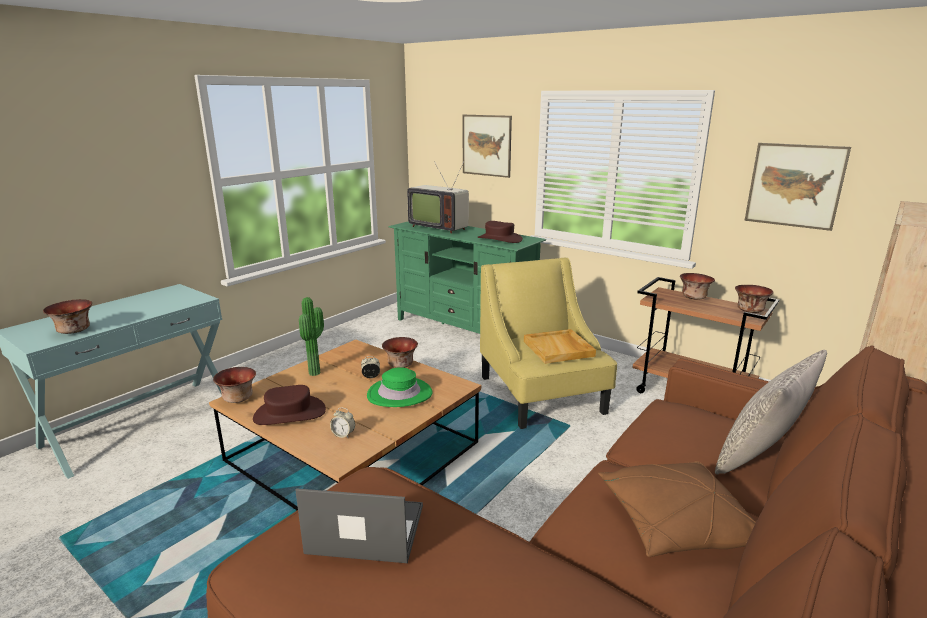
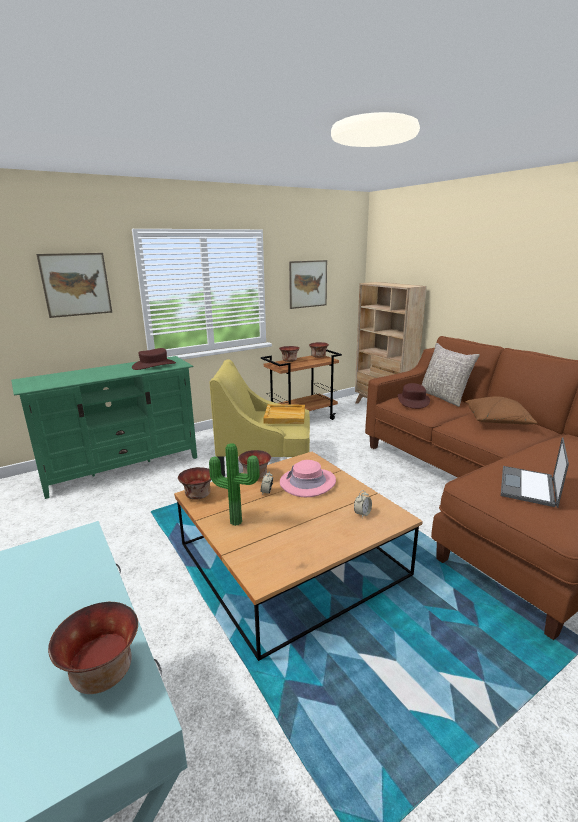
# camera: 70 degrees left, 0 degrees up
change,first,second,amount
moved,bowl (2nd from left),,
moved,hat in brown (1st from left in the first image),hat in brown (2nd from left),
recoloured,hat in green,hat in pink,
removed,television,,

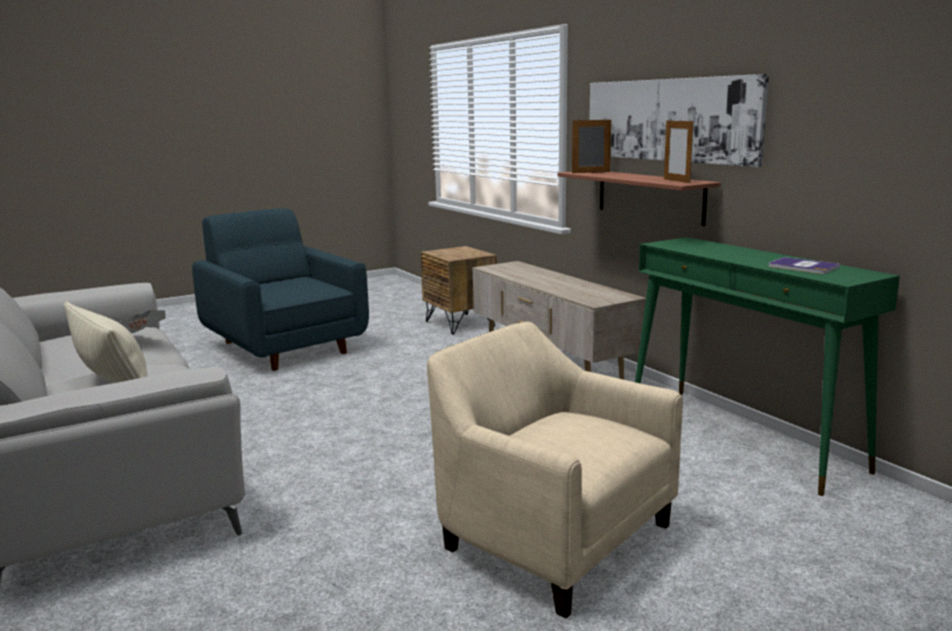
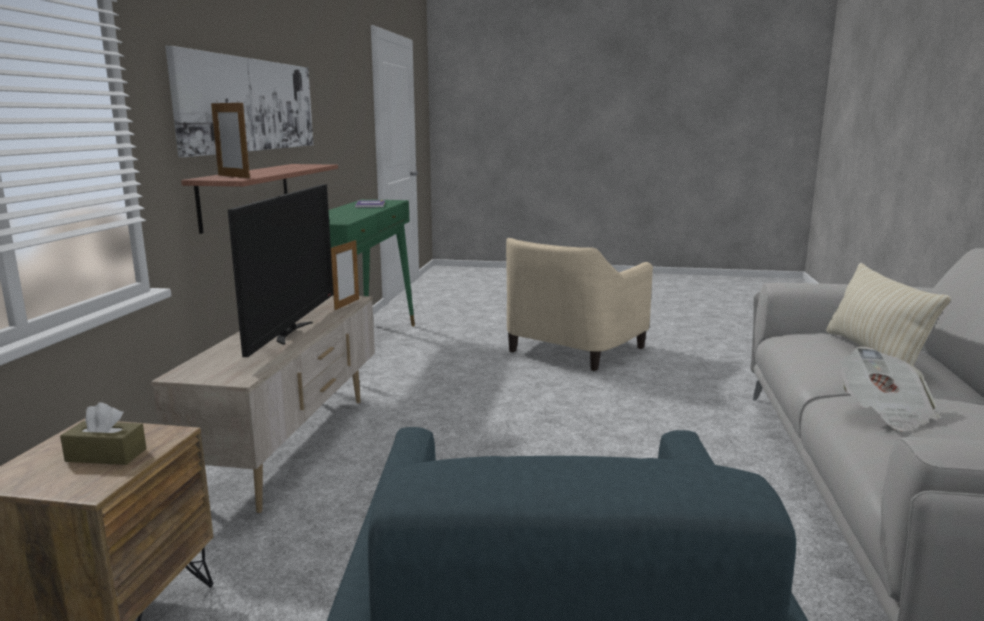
# camera: 140 degrees left, 0 degrees up
change,first,second,amount
turned,armchair in beige,,45 degrees clockwise
moved,picture frame (2nd from left),,
added,,tissue box in brown,
added,,television,

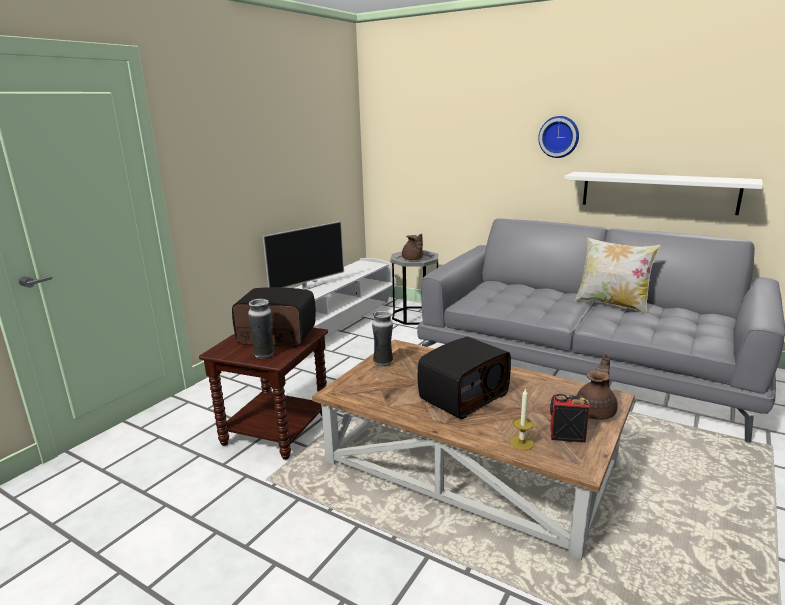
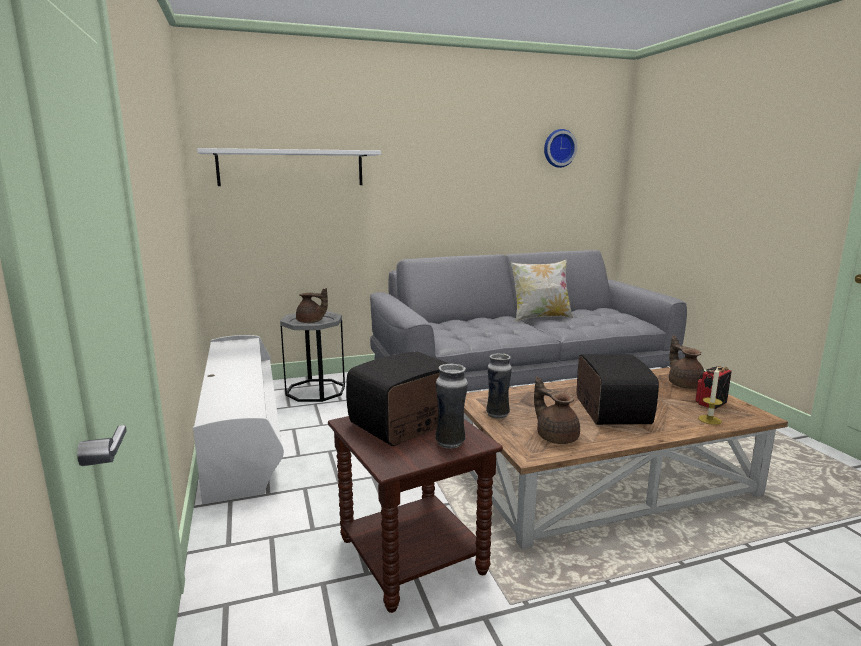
# camera: 50 degrees left, 5 degrees down
change,first,second,amount
removed,television,,
moved,wall clock,,
moved,shelf in white,,
added,,teapot in brown (2nd from left),

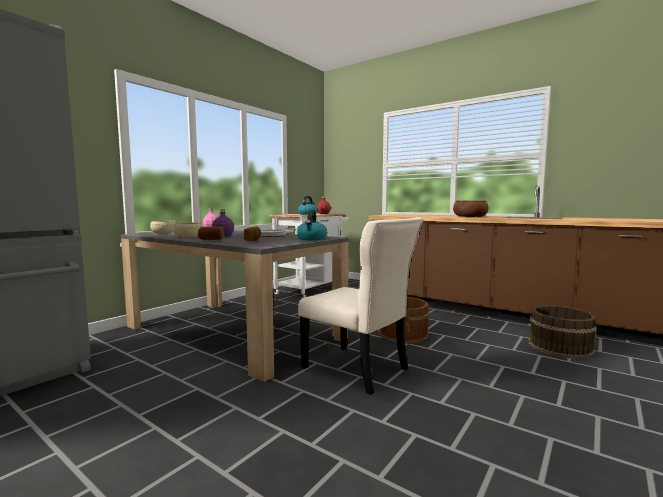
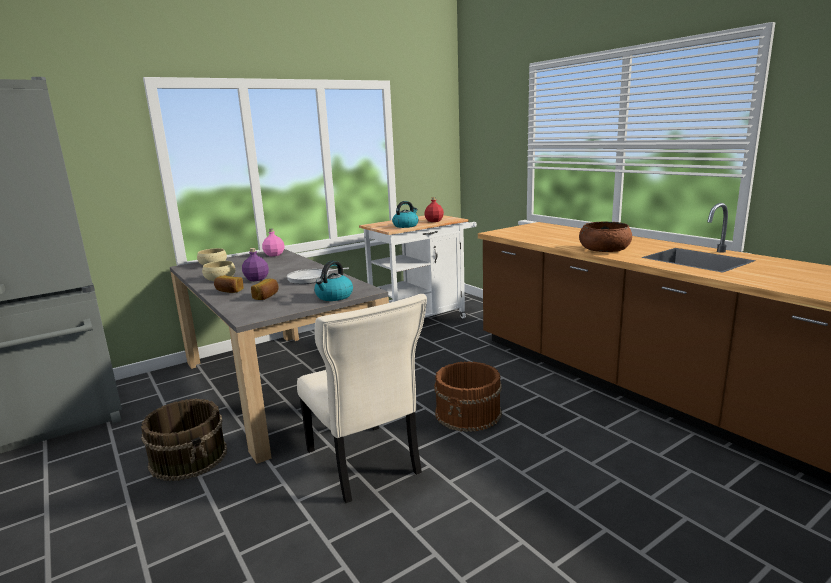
# camera: 20 degrees right, 10 degrees up
change,first,second,amount
moved,bucket in brown (2nd from left in the first image),bucket in brown (1st from left),

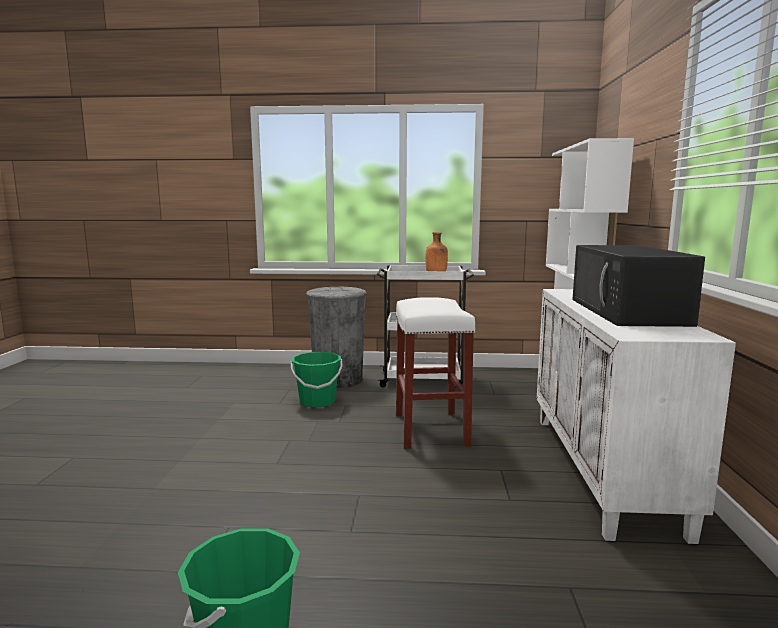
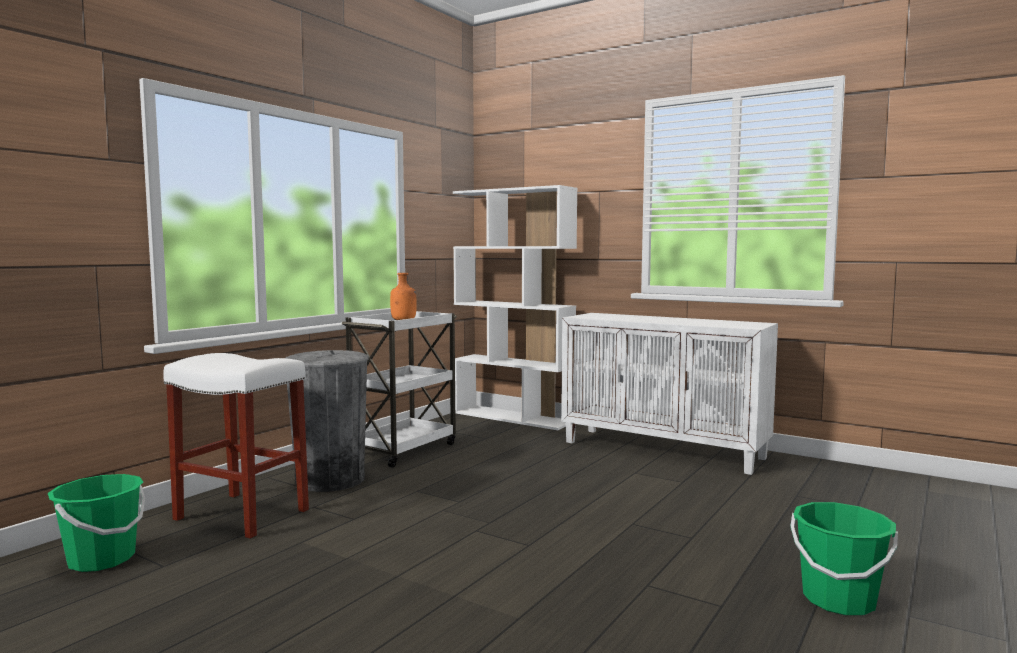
# camera: 60 degrees left, 5 degrees down
change,first,second,amount
moved,bucket in green (2nd from left in the first image),bucket in green (1st from left),
moved,stool in white,,
removed,microwave in black,,

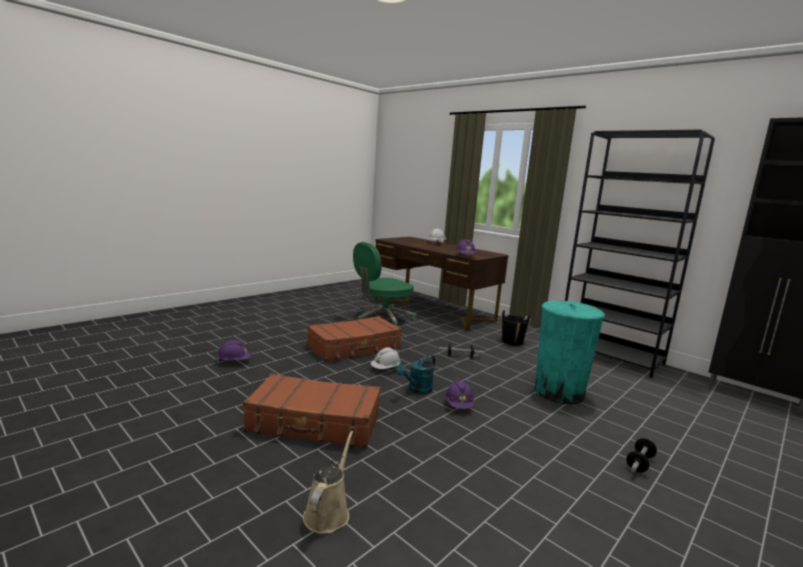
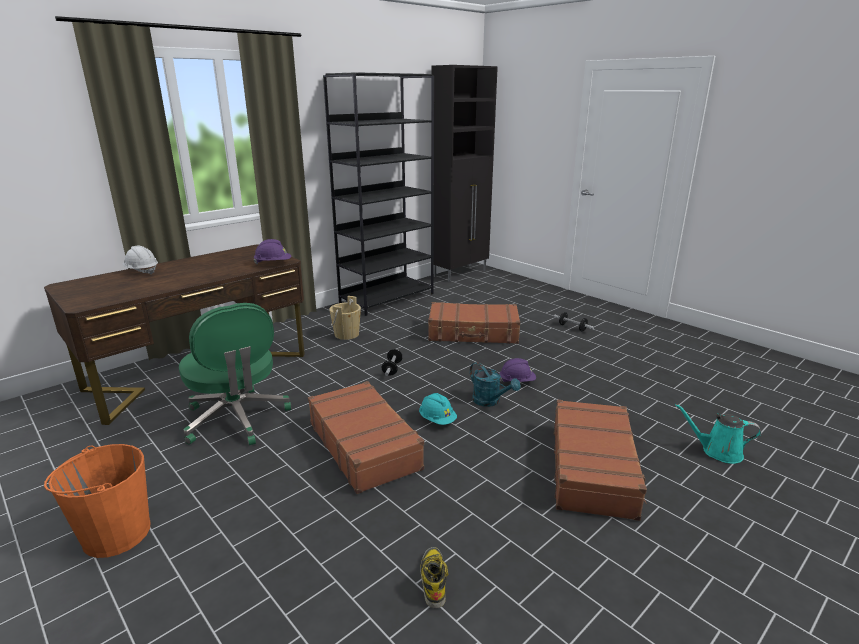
# camera: 85 degrees left, 10 degrees up
change,first,second,amount
replaced,hard hat in purple (1st from left),boot,
recoloured,watering can in beige,watering can in turquoise (2nd from left),
recoloured,hard hat in white (1st from left),hard hat in turquoise,
recoloured,bucket in black,bucket in beige,
replaced,trash can in turquoise,suitcase in brown (2nd from left),
added,,bucket in orange,

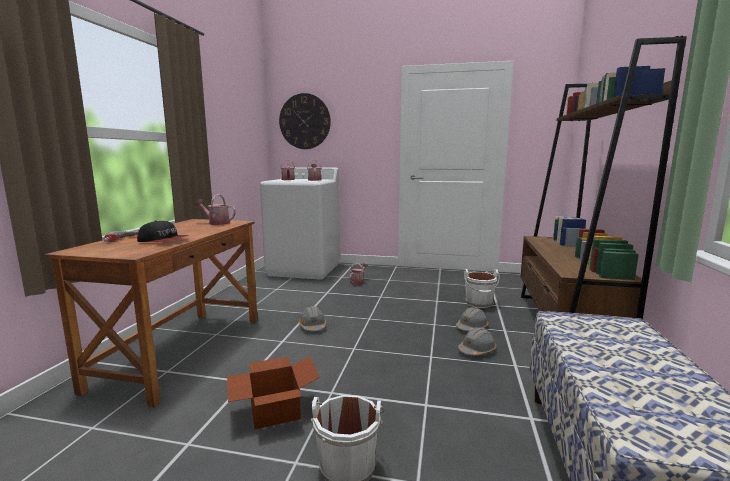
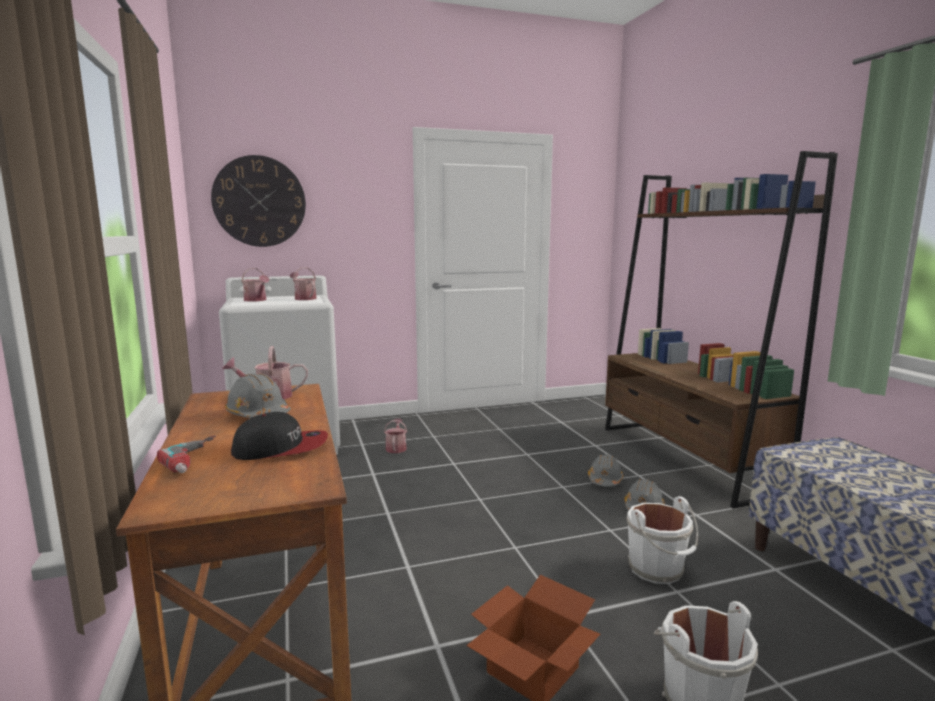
# camera: 30 degrees left, 0 degrees up
change,first,second,amount
moved,hard hat in grey (1st from left),,
moved,bucket in white (2nd from left in the first image),bucket in white (1st from left),

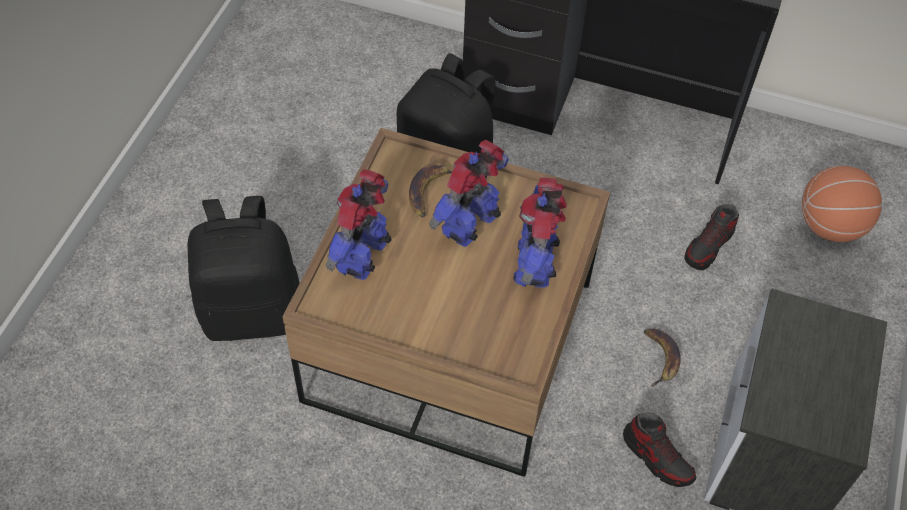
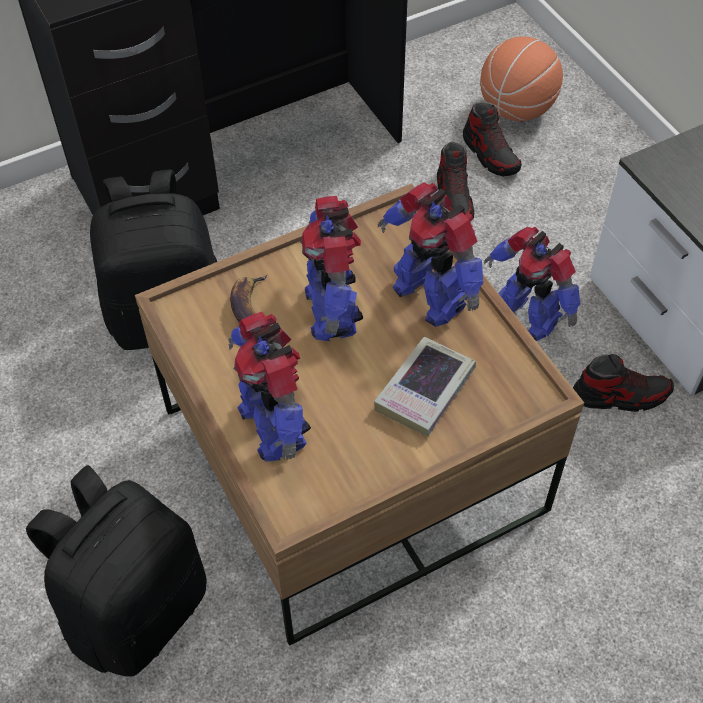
# camera: 45 degrees left, 0 degrees up
change,first,second,amount
replaced,banana (2nd from left),toy robot (4th from left),
added,,book,
added,,shoe (2nd from left),

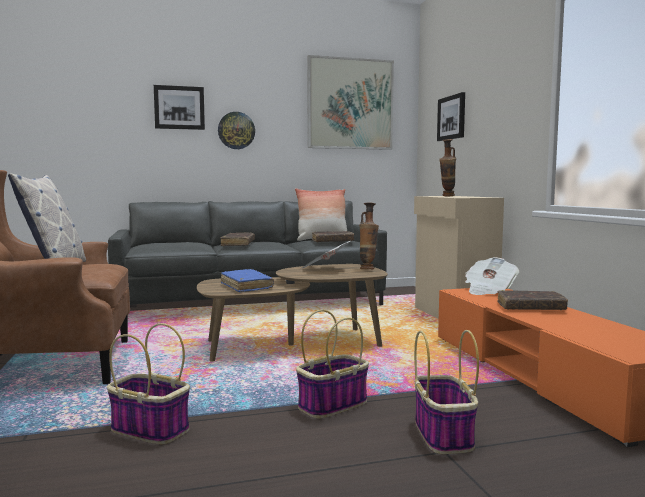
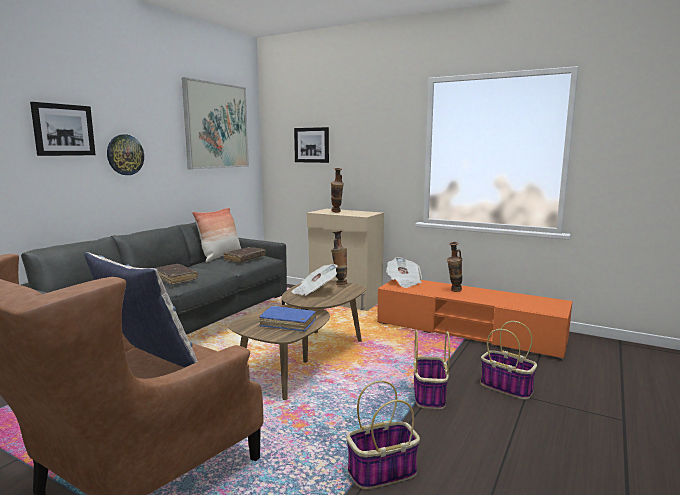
# camera: 45 degrees left, 5 degrees up
change,first,second,amount
replaced,book in brown (3rd from left),vase (3rd from left),

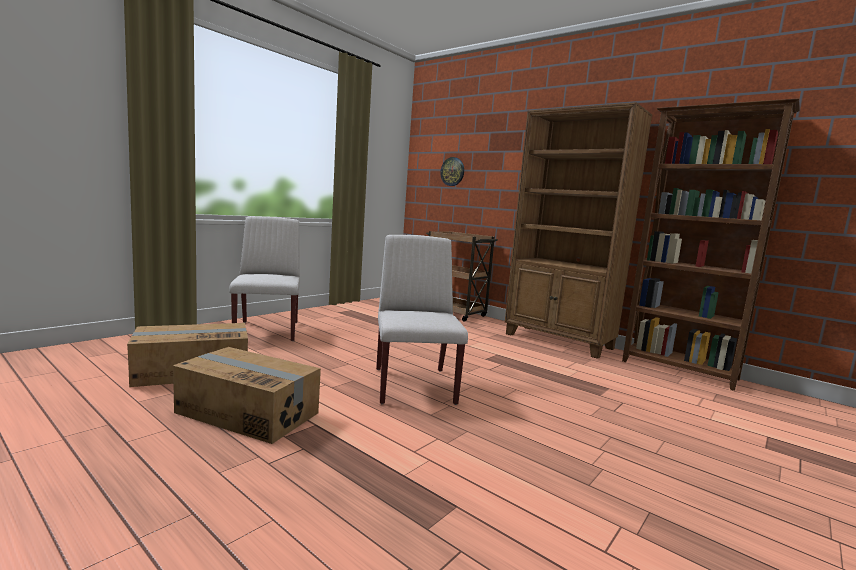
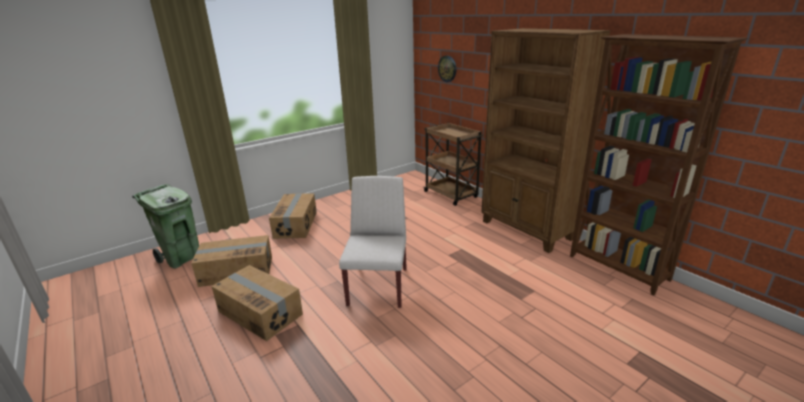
# camera: 15 degrees right, 15 degrees up
change,first,second,amount
replaced,chair in white (1st from left),cardboard box (3rd from left),
added,,trash can in green,

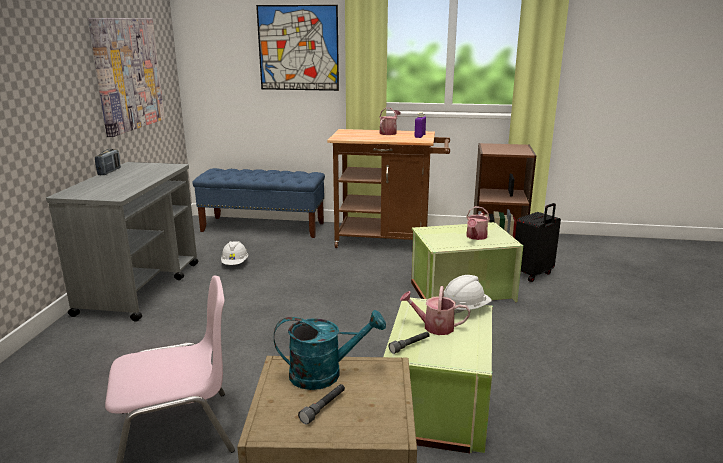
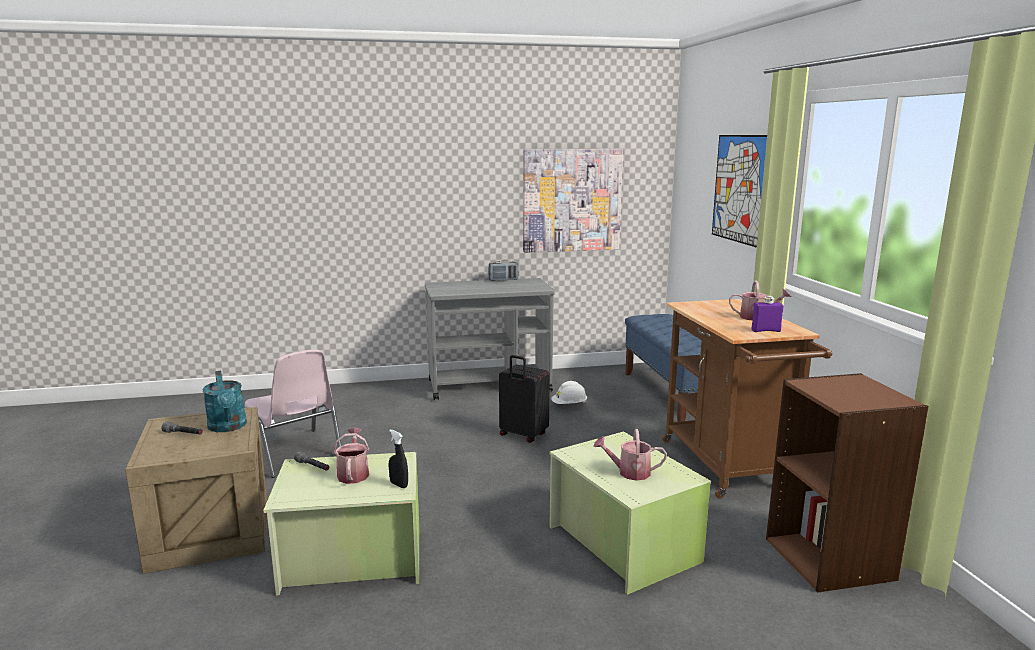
# camera: 70 degrees right, 5 degrees down
change,first,second,amount
replaced,hard hat in white (2nd from left),spray bottle in black,
moved,suitcase in black,,

